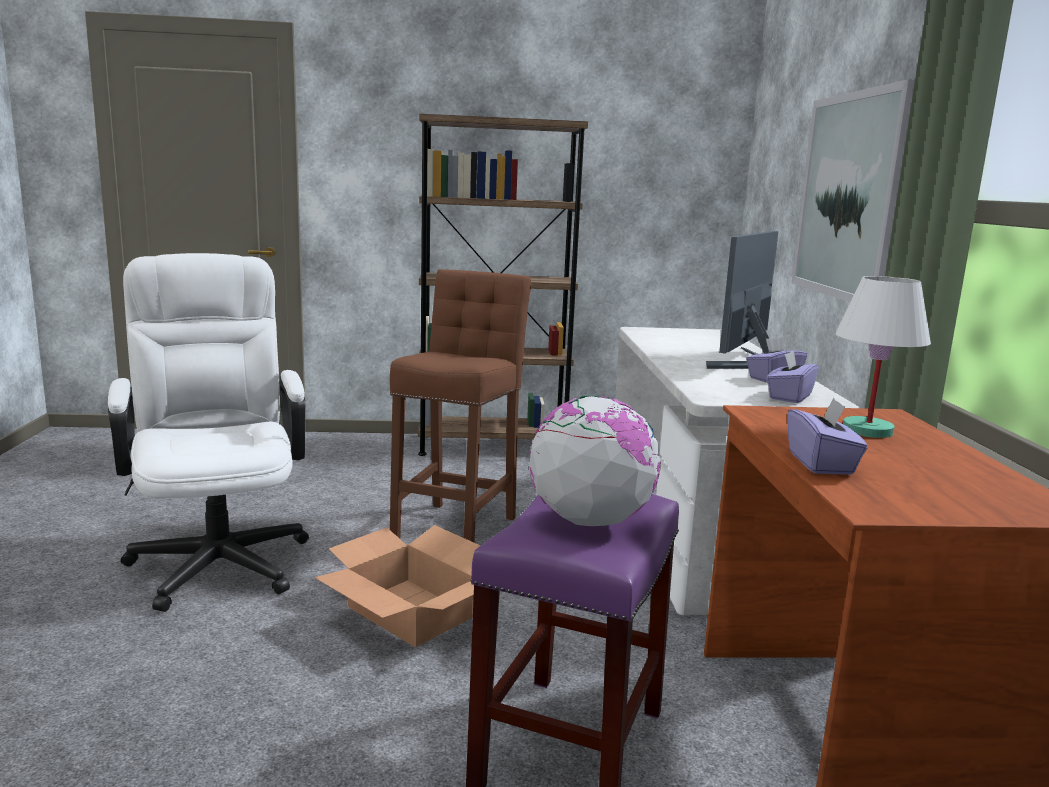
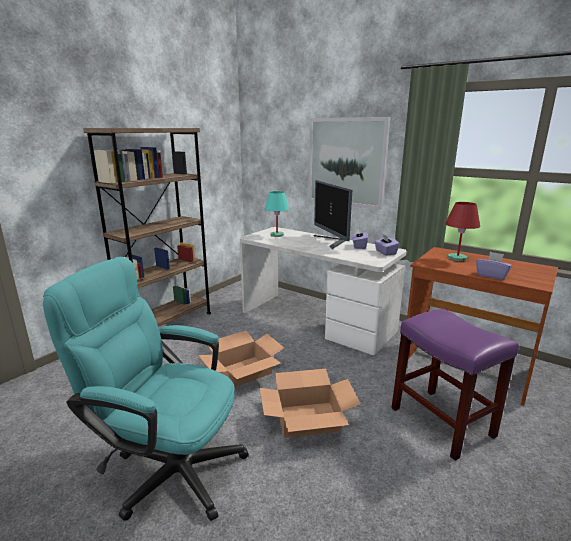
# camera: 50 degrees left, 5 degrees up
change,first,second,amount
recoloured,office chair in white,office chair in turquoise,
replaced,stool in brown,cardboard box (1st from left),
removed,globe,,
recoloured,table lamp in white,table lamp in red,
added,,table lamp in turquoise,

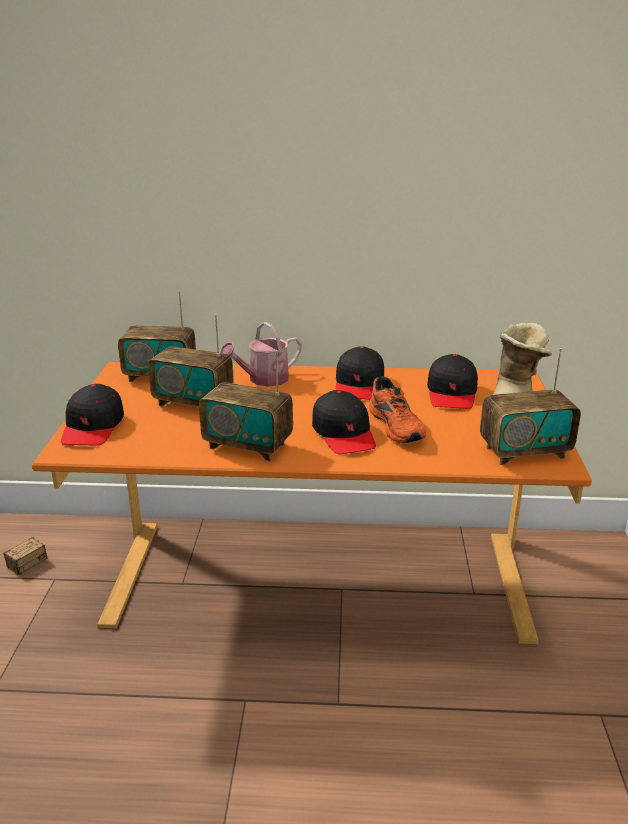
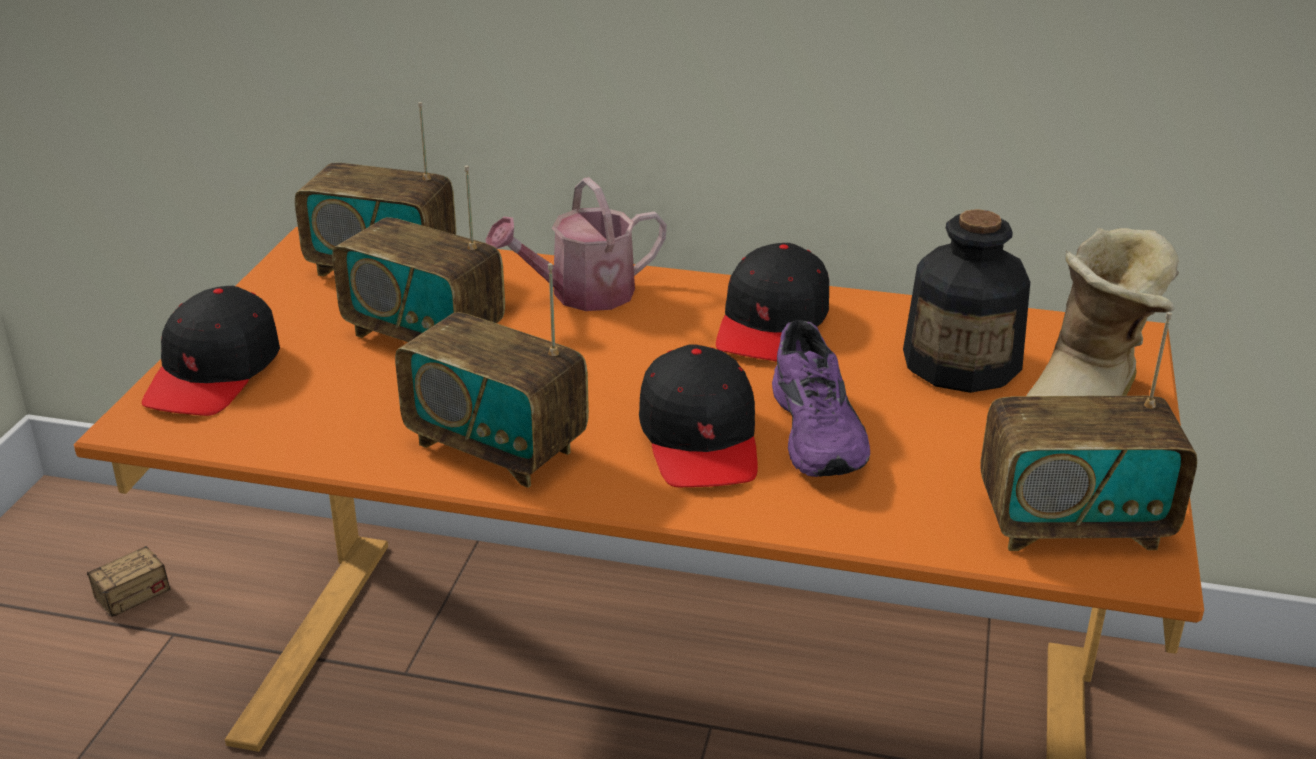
# camera: 10 degrees right, 5 degrees up
change,first,second,amount
recoloured,shoe in orange,shoe in purple,
replaced,cap in black (4th from left),bottle,

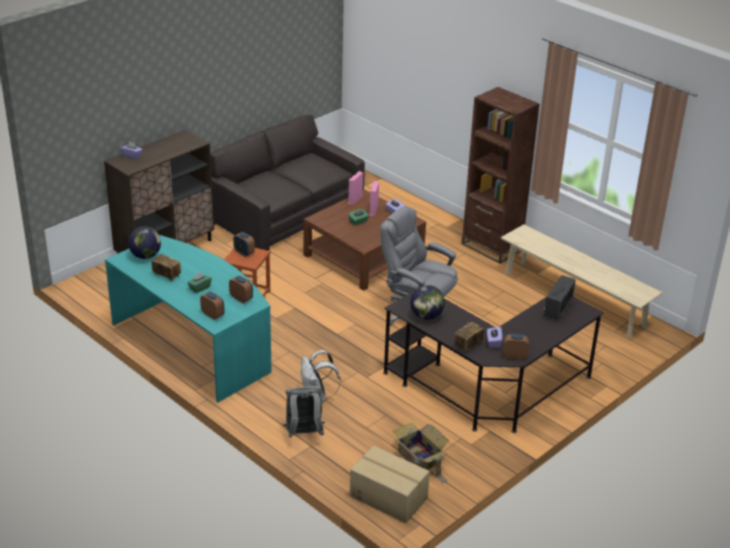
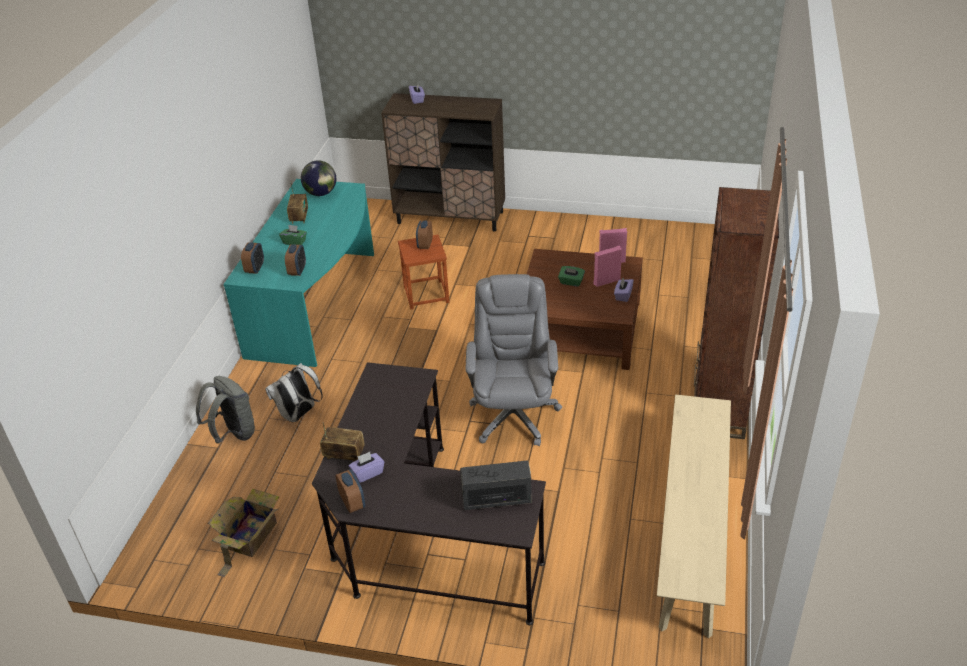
# camera: 60 degrees right, 5 degrees up
change,first,second,amount
removed,sofa in grey,,
removed,cardboard box (1st from left),,
removed,globe (2nd from left),,

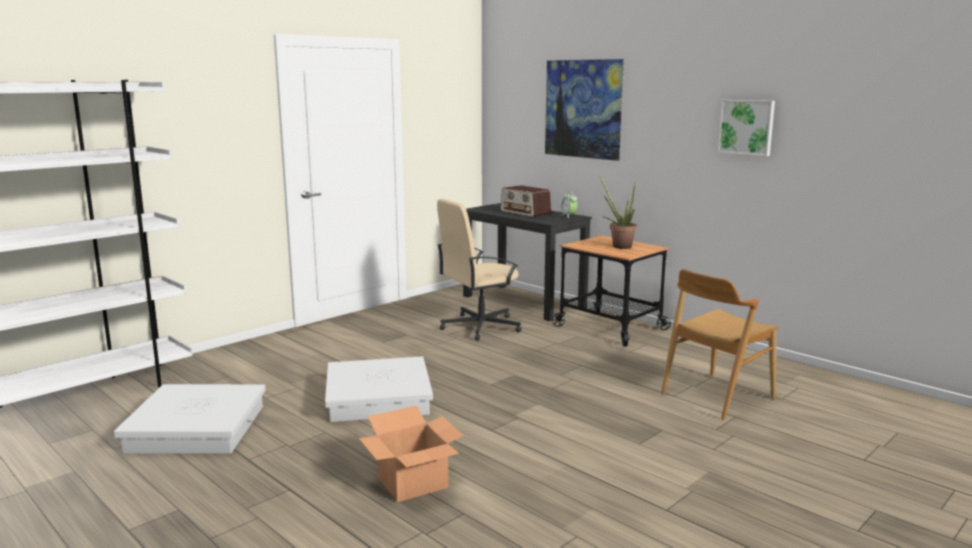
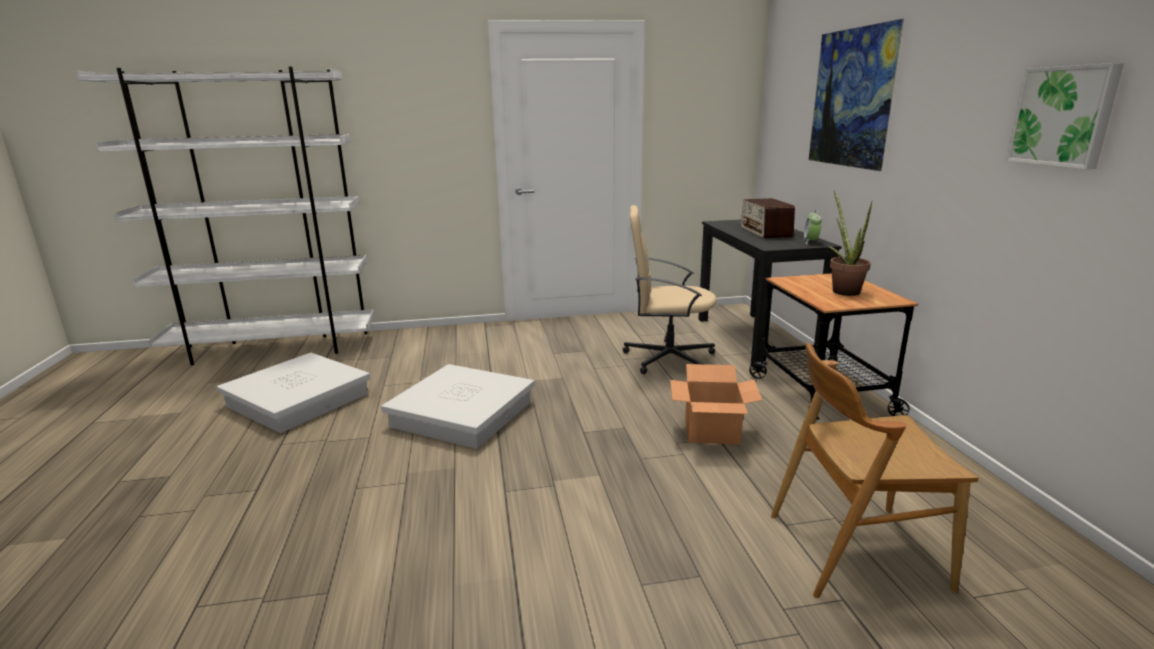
# camera: 35 degrees right, 5 degrees up
change,first,second,amount
moved,cardboard box,,

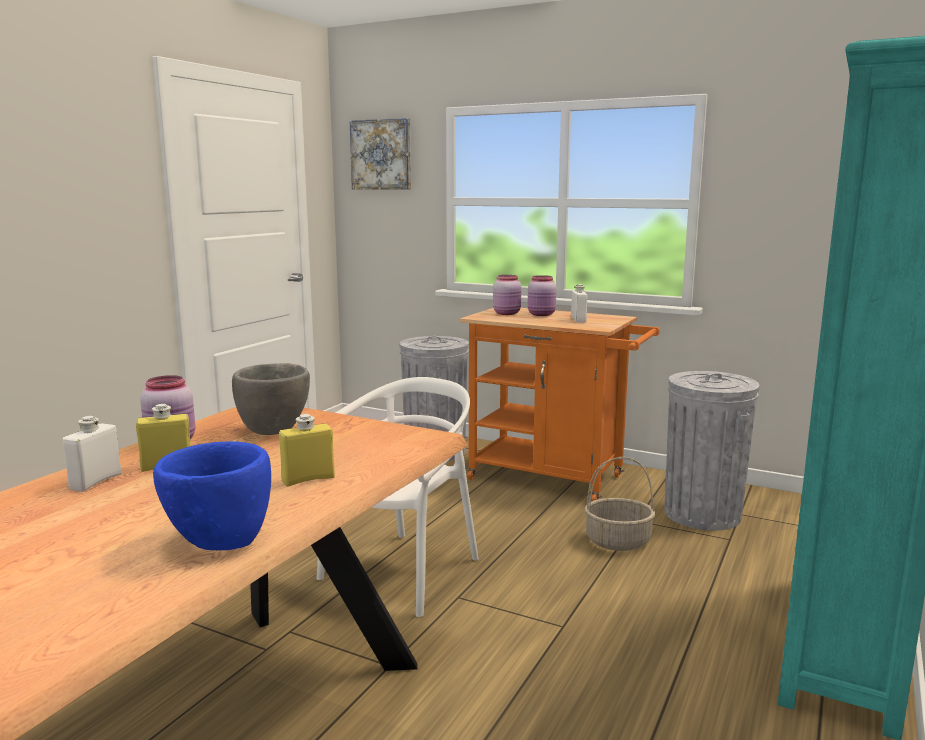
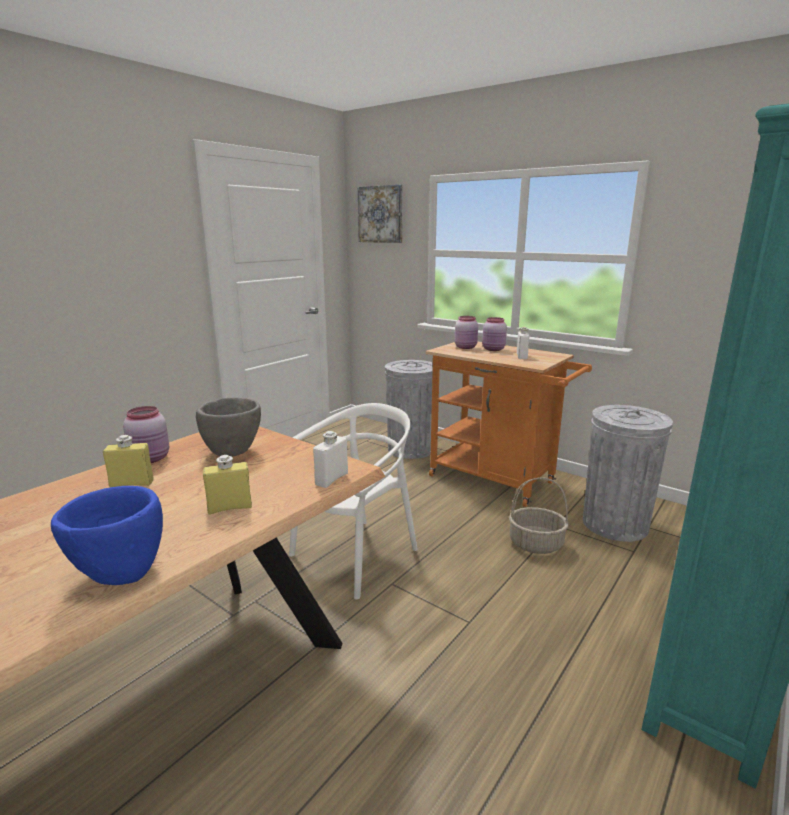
# camera: 10 degrees right, 5 degrees up
change,first,second,amount
moved,bottle in white (1st from left),,

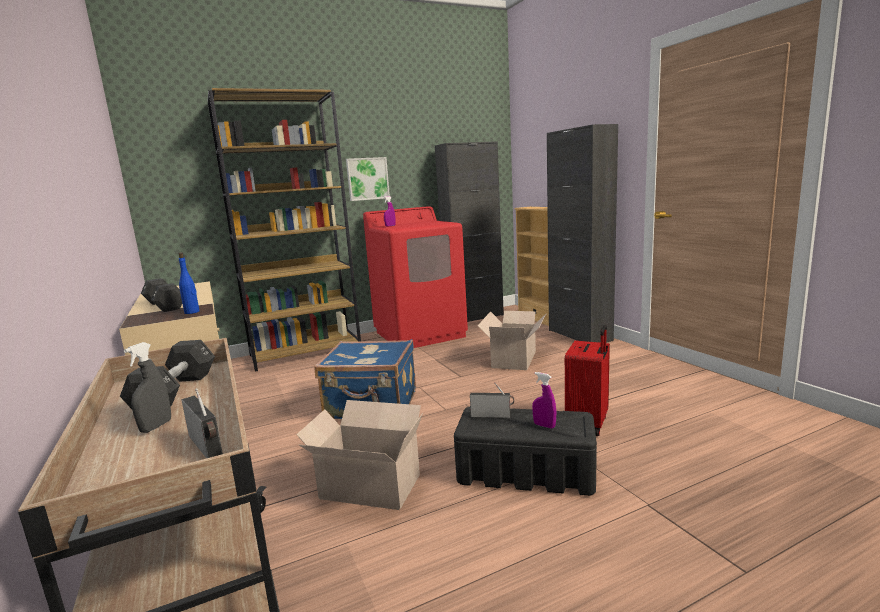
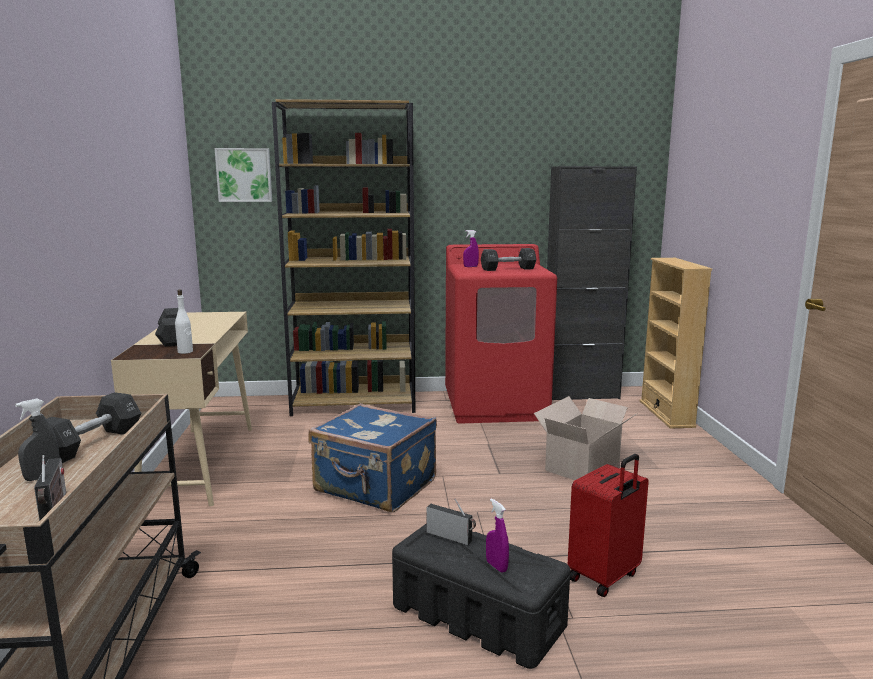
# camera: 20 degrees right, 0 degrees up
change,first,second,amount
recoloured,bottle in blue,bottle in white,
removed,cardboard box (1st from left),,
moved,picture,,
removed,cabinet in black (2nd from left),,
added,,dumbbell in black (3rd from left),

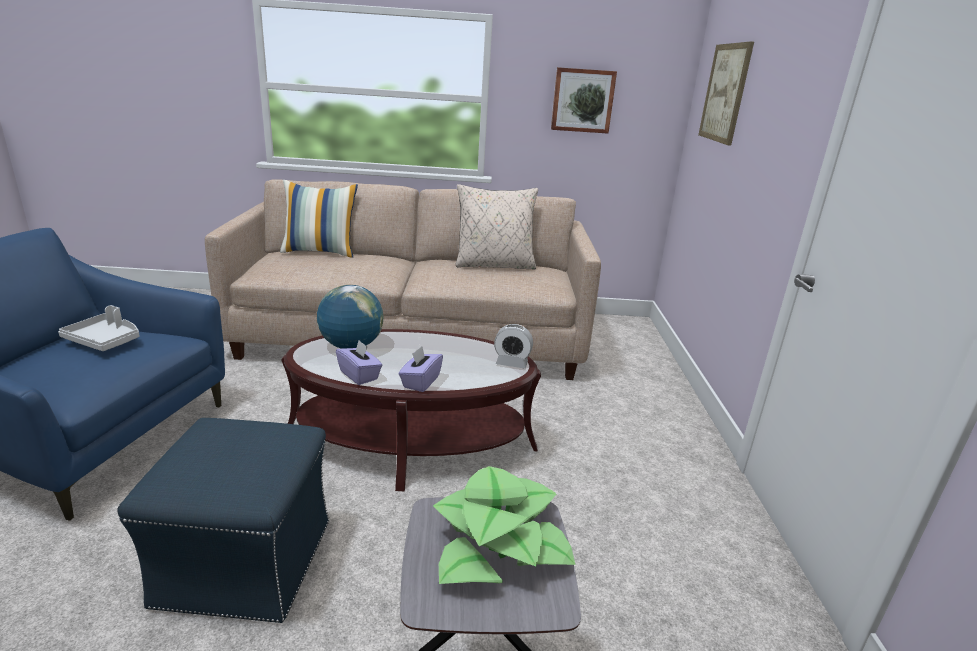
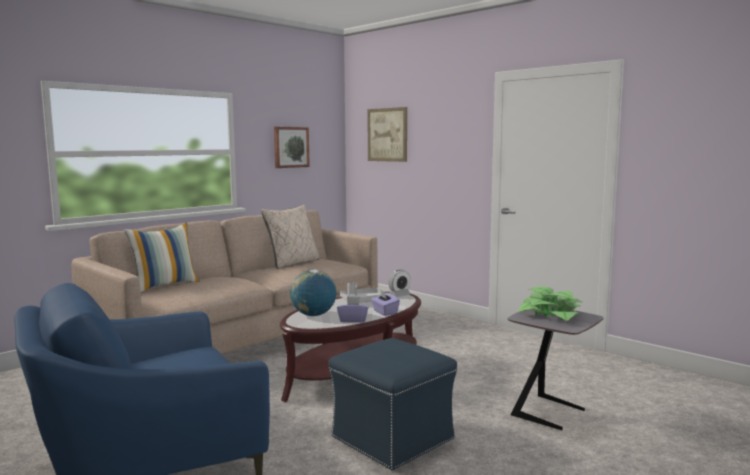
# camera: 45 degrees left, 15 degrees down
change,first,second,amount
moved,tray in grey,,

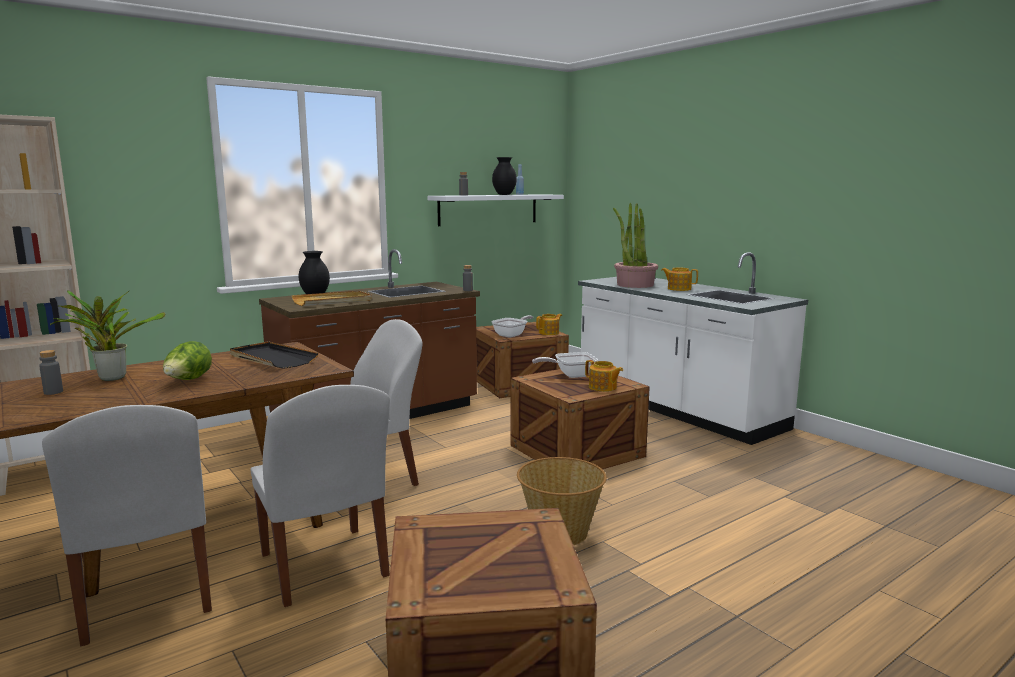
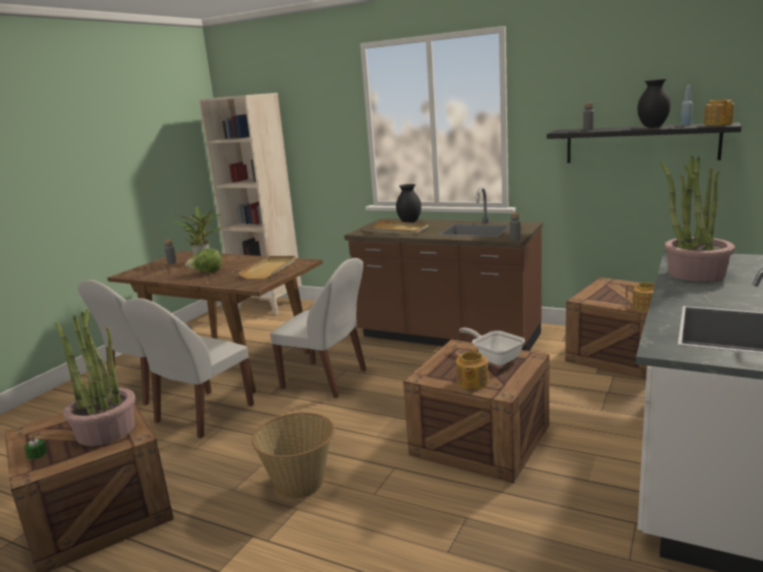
# camera: 65 degrees right, 5 degrees up
change,first,second,amount
recoloured,tray in black,tray in beige (1st from left),
recoloured,shelf in white,shelf in black,
removed,frying pan (1st from left),,
moved,teapot (3rd from left),,
added,,candle in green,
added,,potted plant (1st from left),

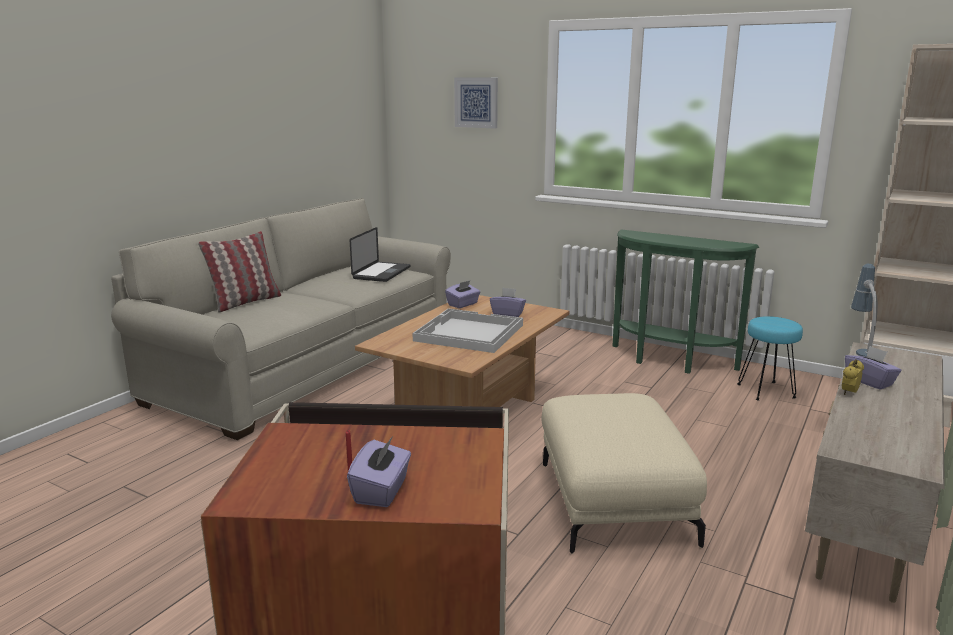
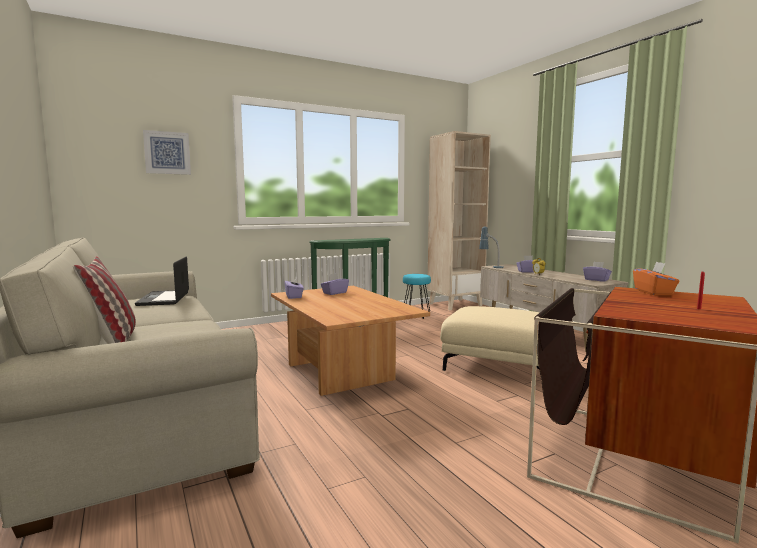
# camera: 60 degrees left, 10 degrees down
change,first,second,amount
moved,tissue box in purple (1st from left in the first image),tissue box in purple (4th from left),
turned,laptop,,150 degrees counterclockwise
removed,tray in white,,
added,,tissue box in orange,

